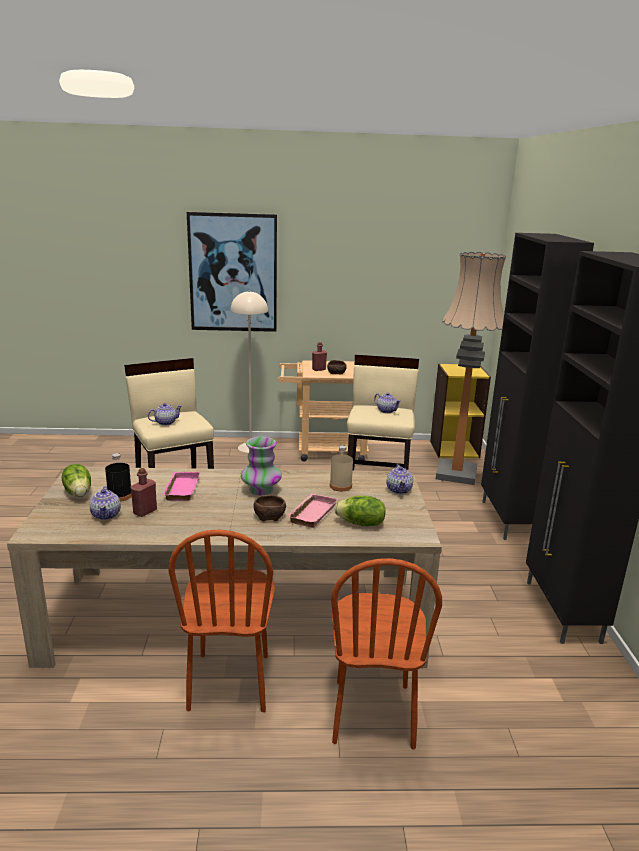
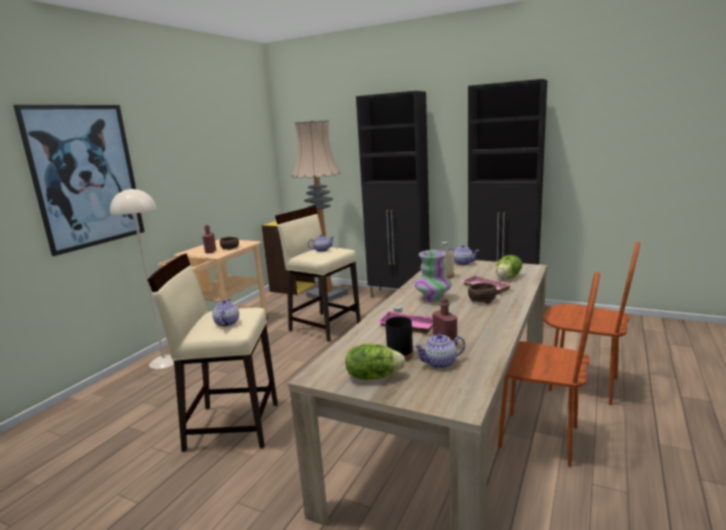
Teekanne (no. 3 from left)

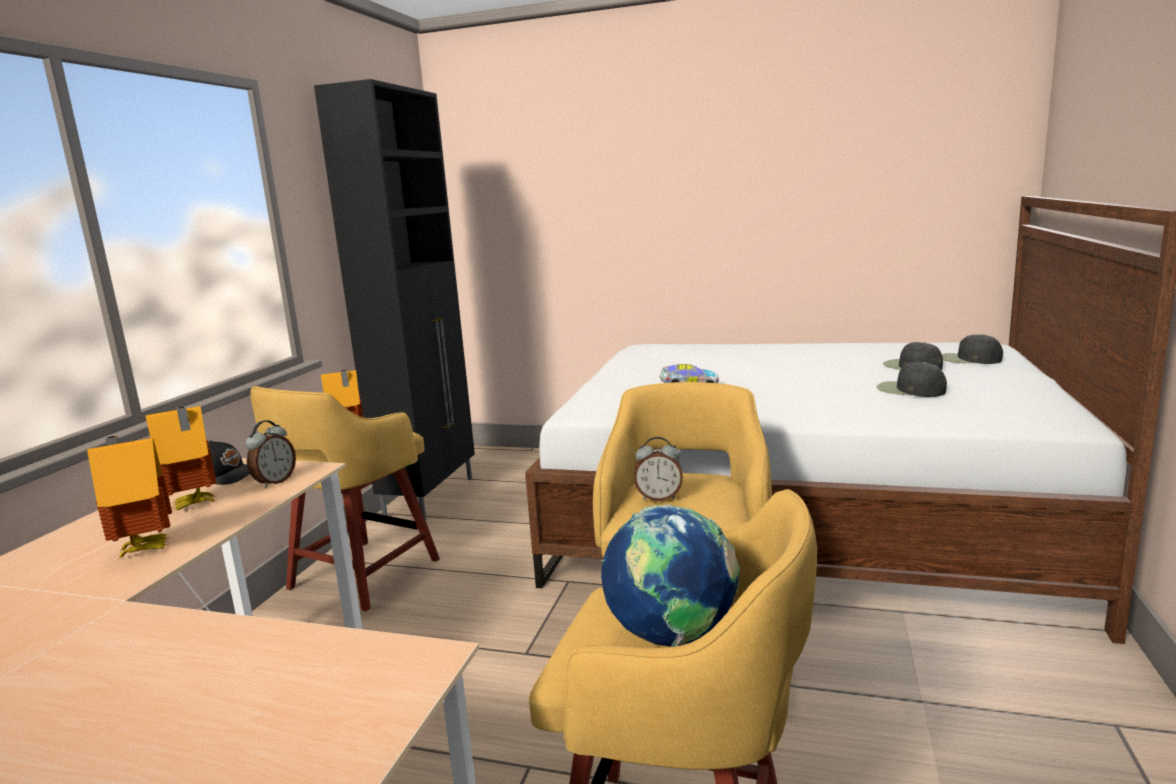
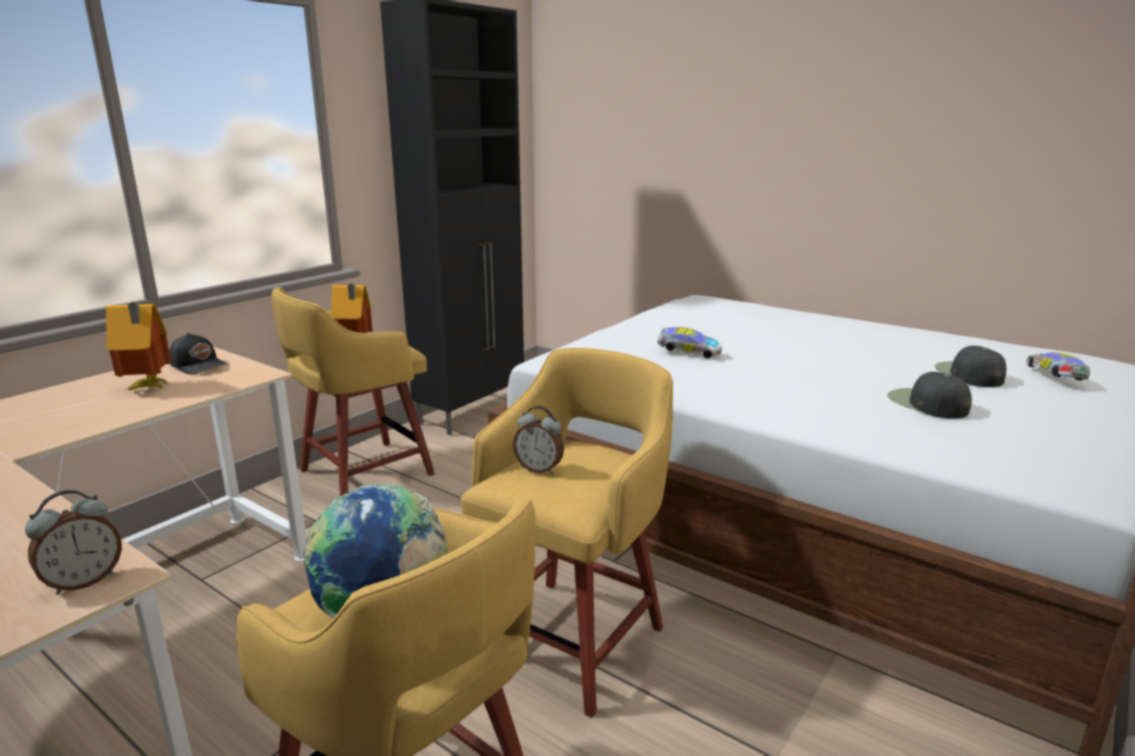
Spielzeughaus (no. 1 from left in the first image)
Wecker (no. 1 from left)
Spielzeugauto (no. 2 from left)

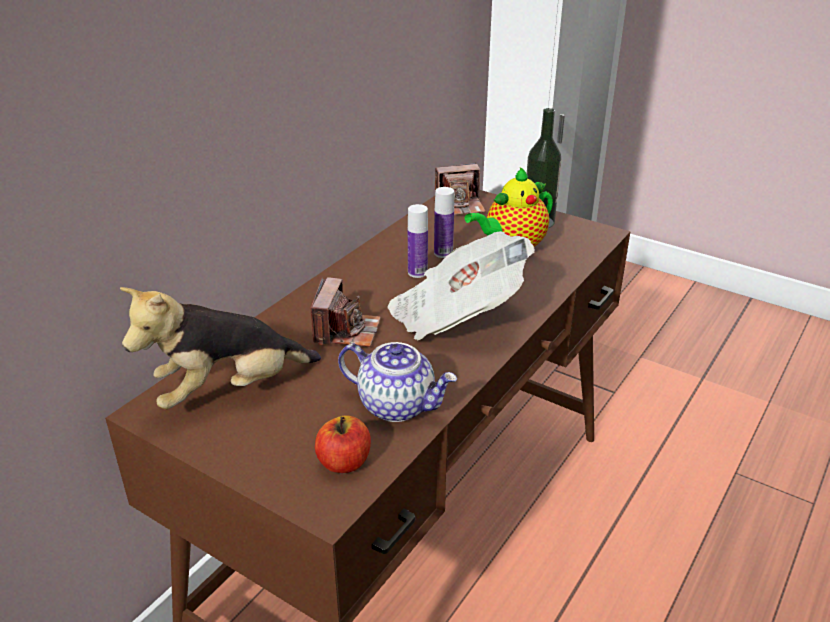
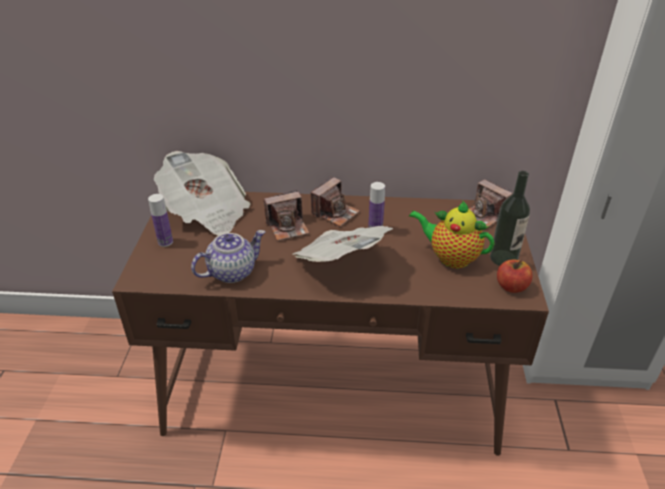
Zeitung (no. 1 from left)
Apfel
Teekanne (no. 1 from left)
Flasche (no. 1 from left)
Kamera (no. 2 from left)

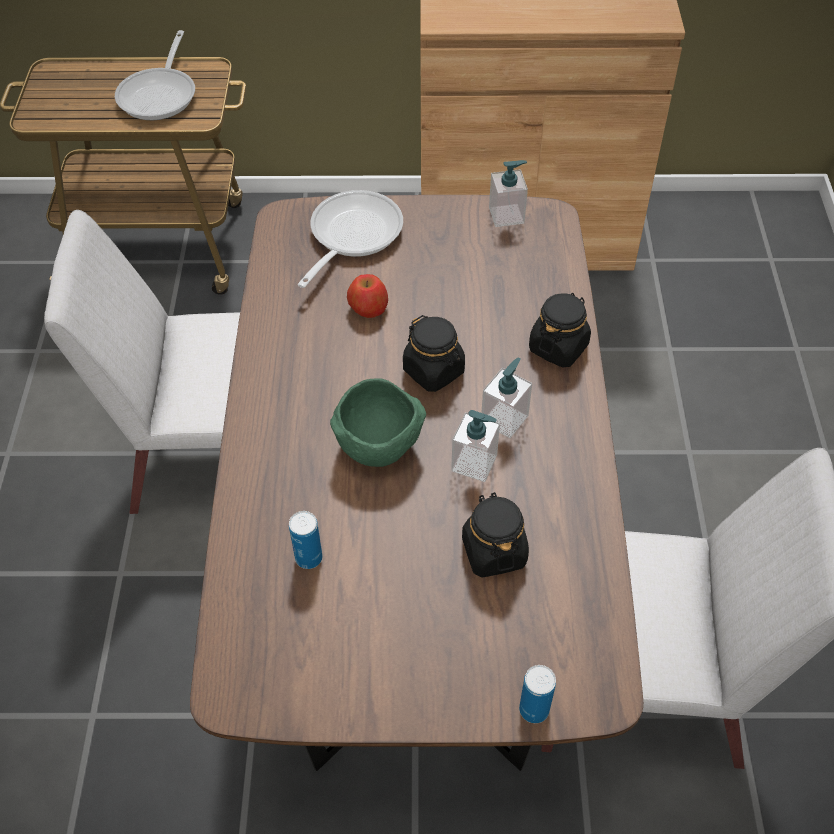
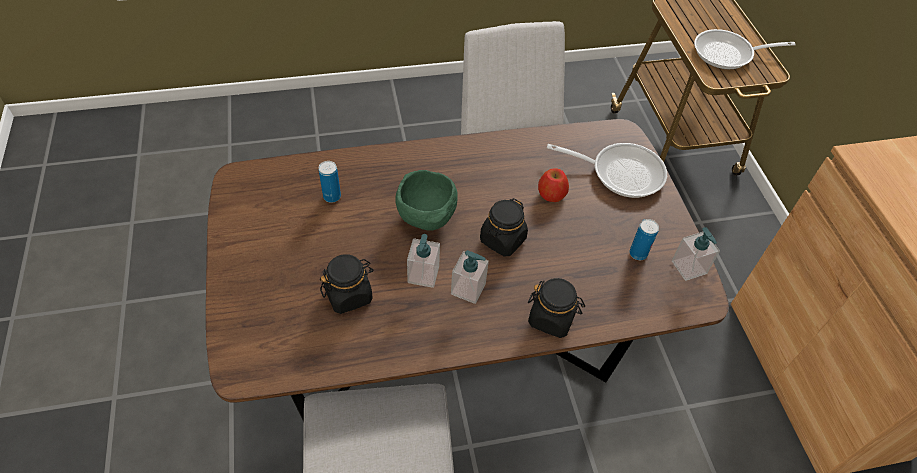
Dose (no. 2 from left)

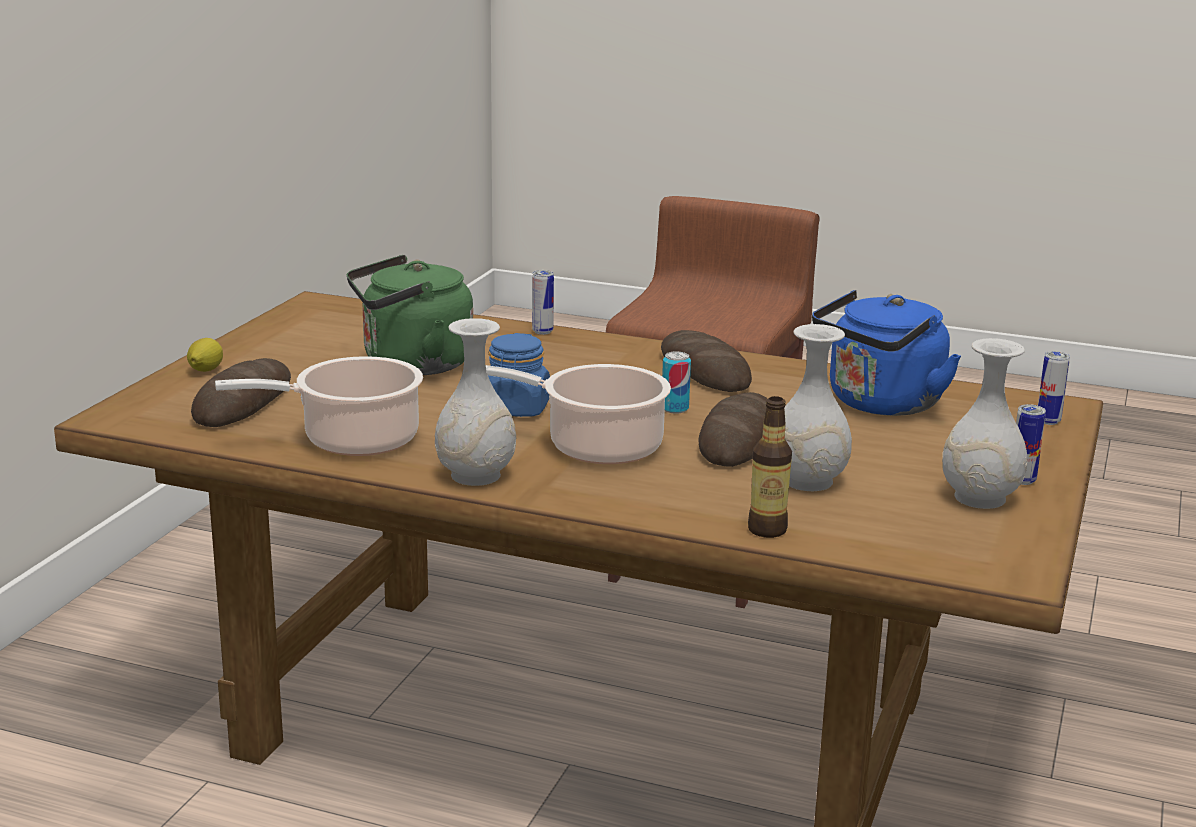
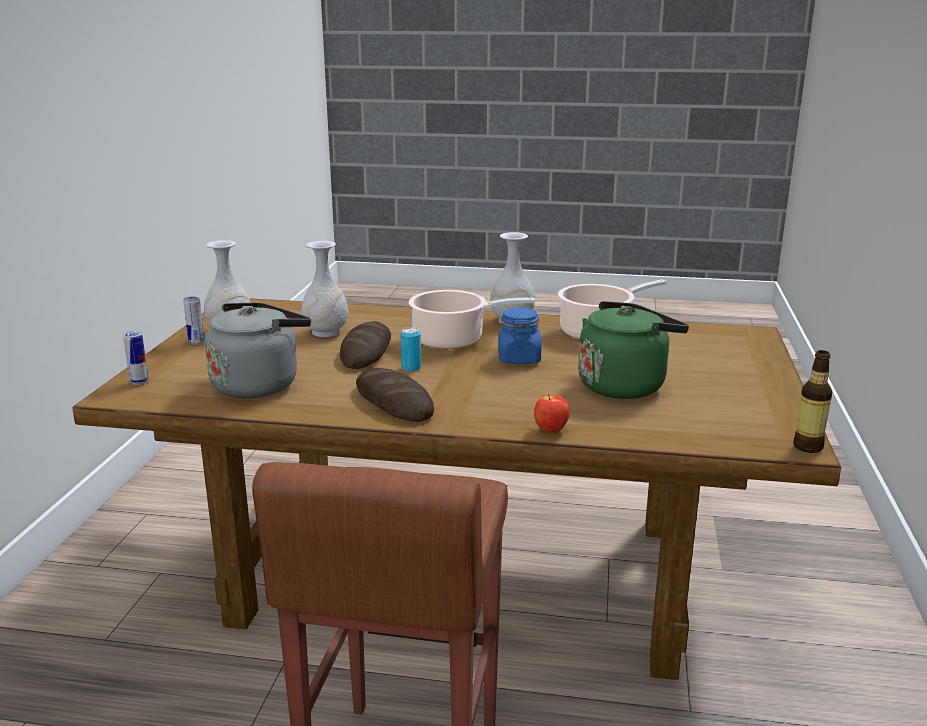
Zitrone
Brot (no. 1 from left in the first image)
Apfel
Flasche
Wasserkessel/grau

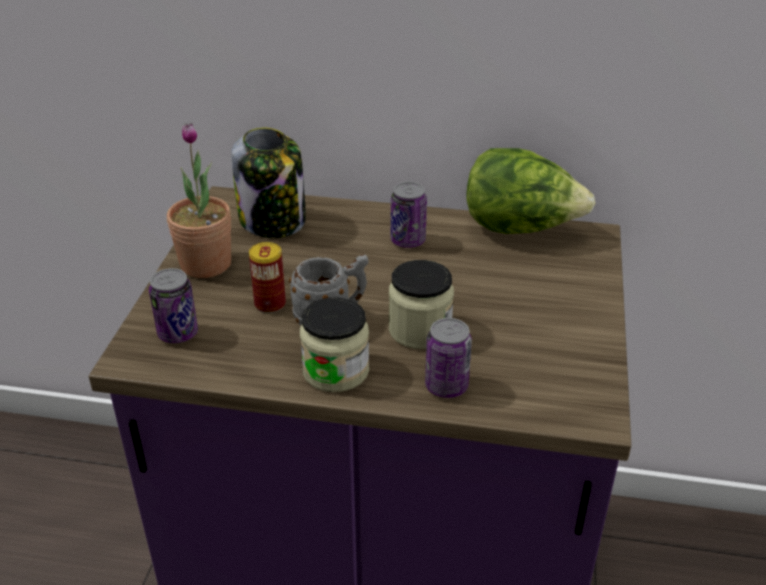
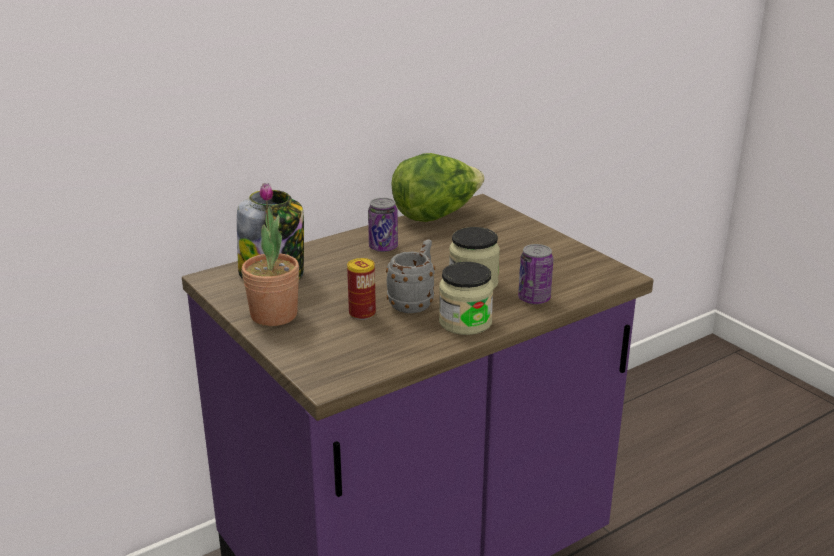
Dose (no. 1 from left in the first image)

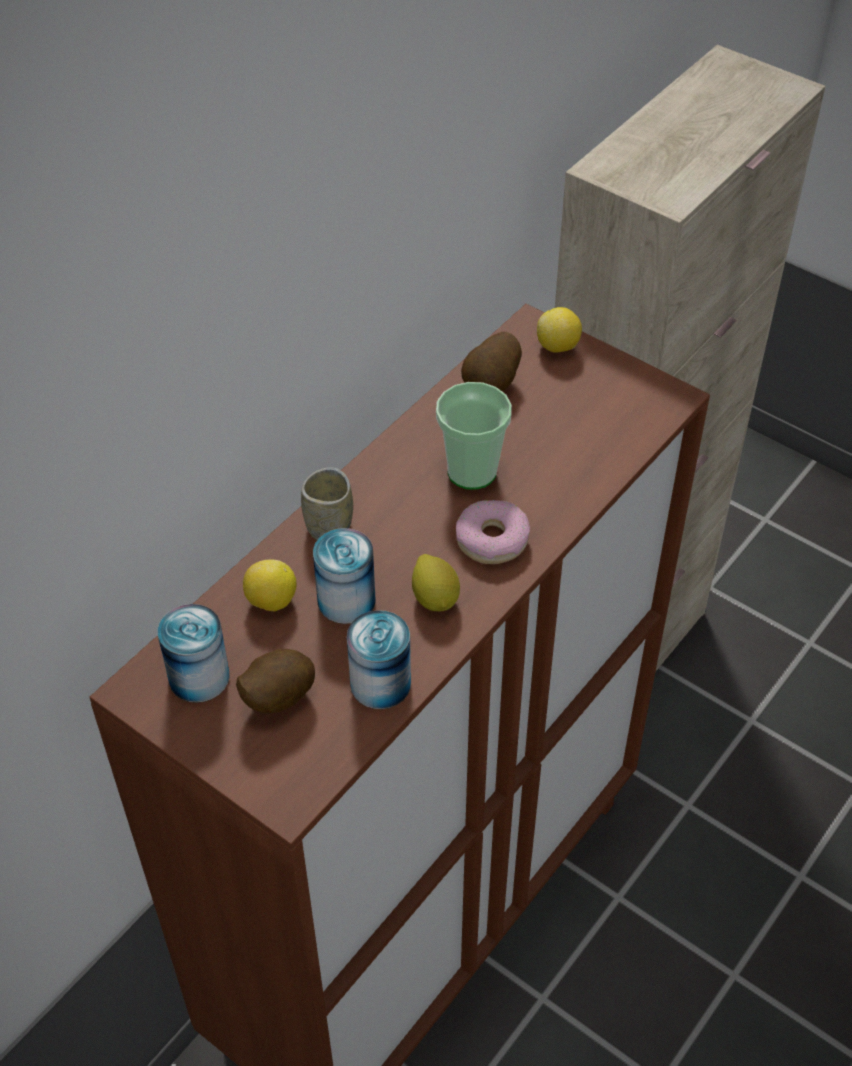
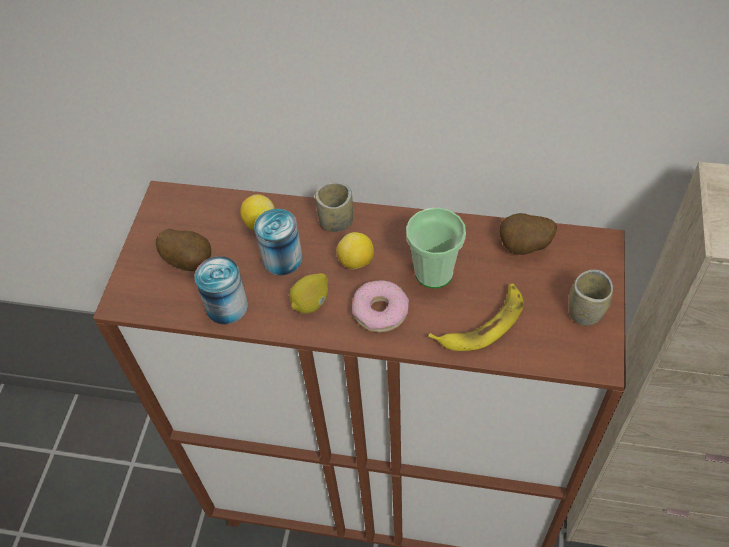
Dose (no. 1 from left in the first image)
Zitrone (no. 3 from left)
Banane
Tasse (no. 3 from left)

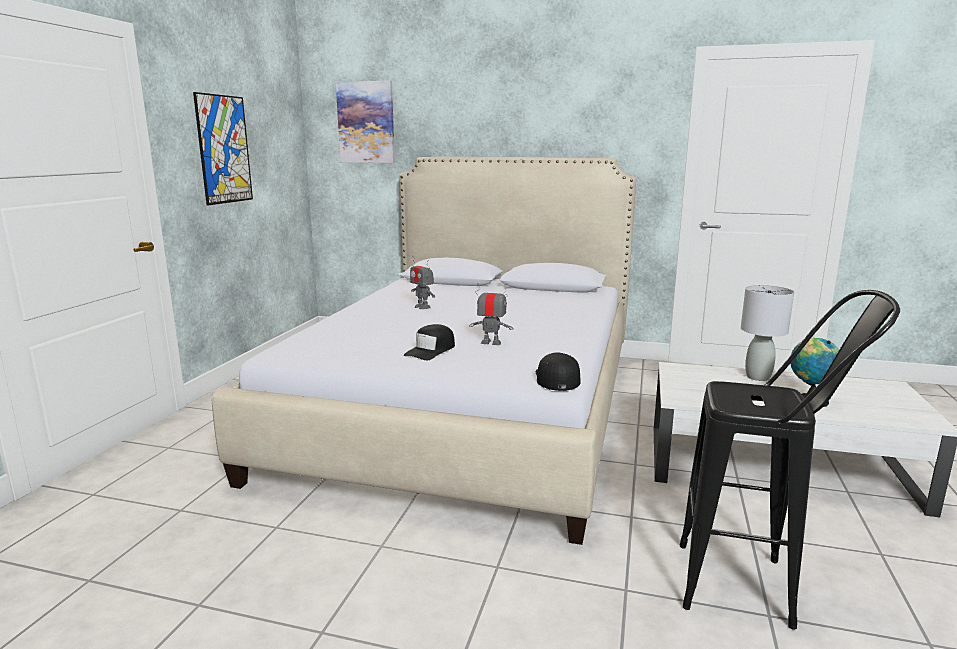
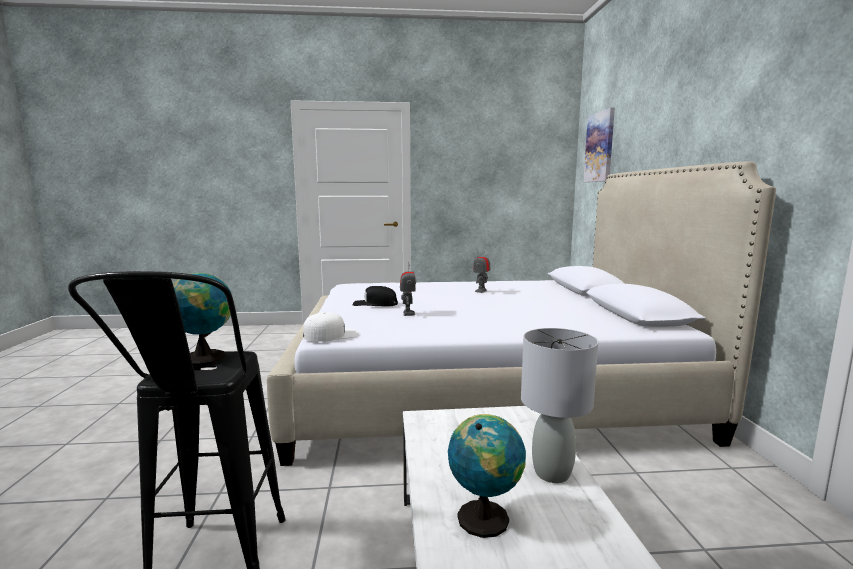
Bild (no. 1 from left in the first image)
Kappe/weiß
Globus (no. 1 from left)

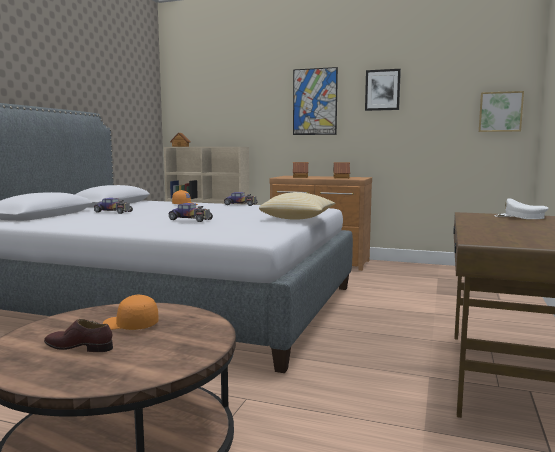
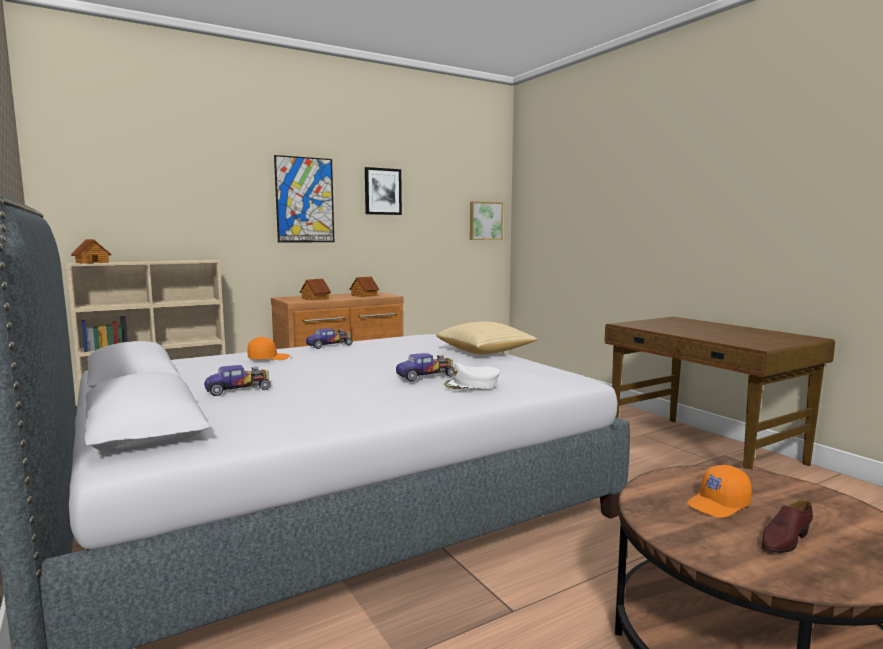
Kappe/weiß

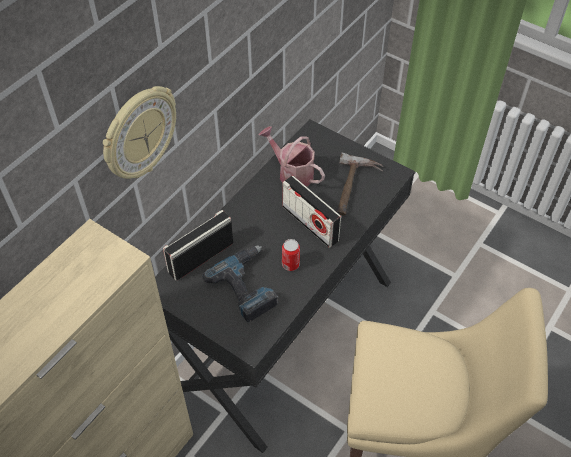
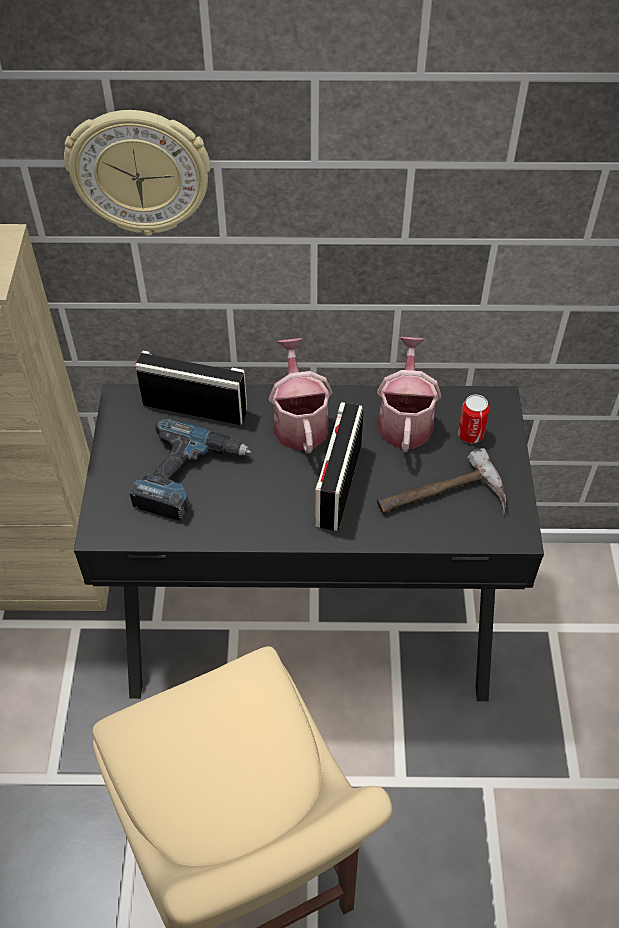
Dose
Gießkanne (no. 1 from left)

